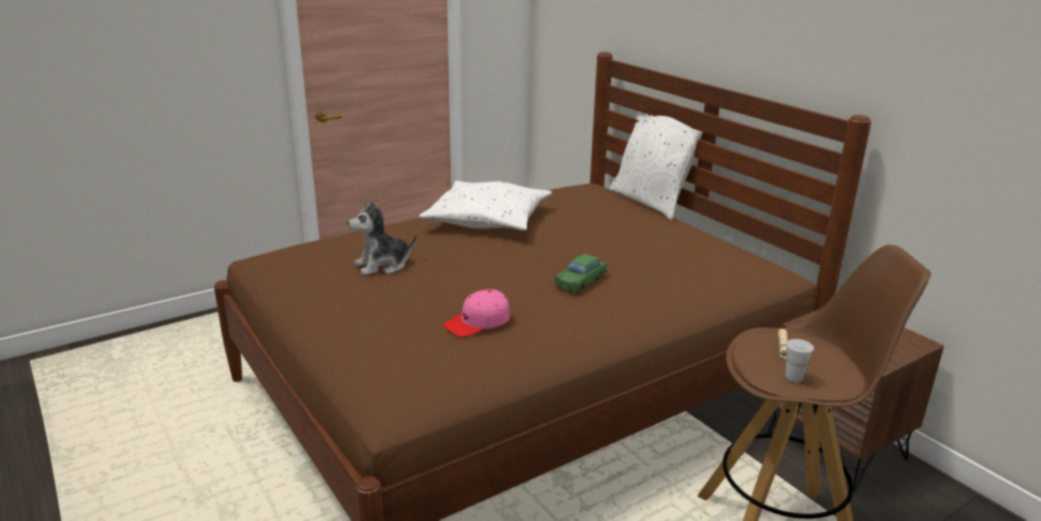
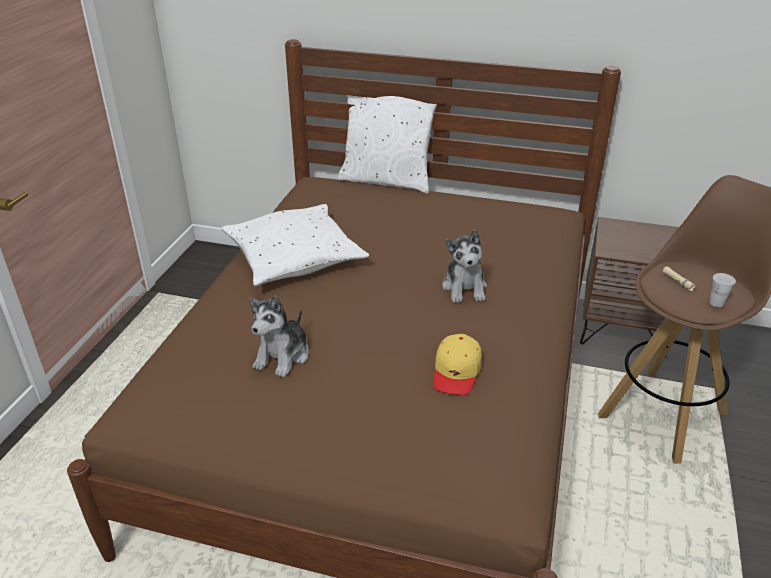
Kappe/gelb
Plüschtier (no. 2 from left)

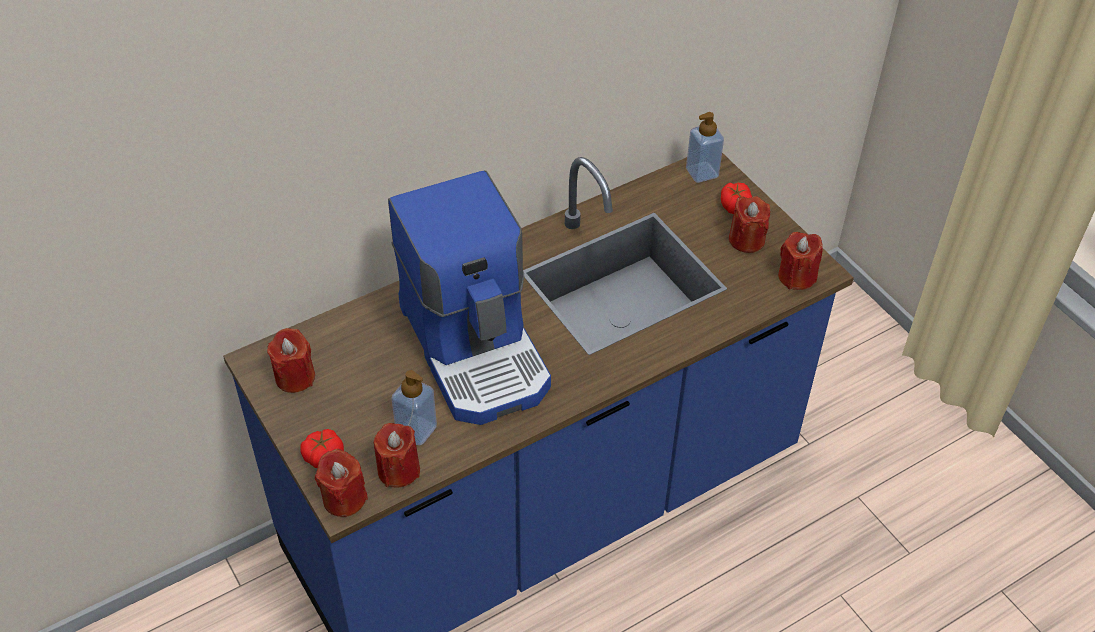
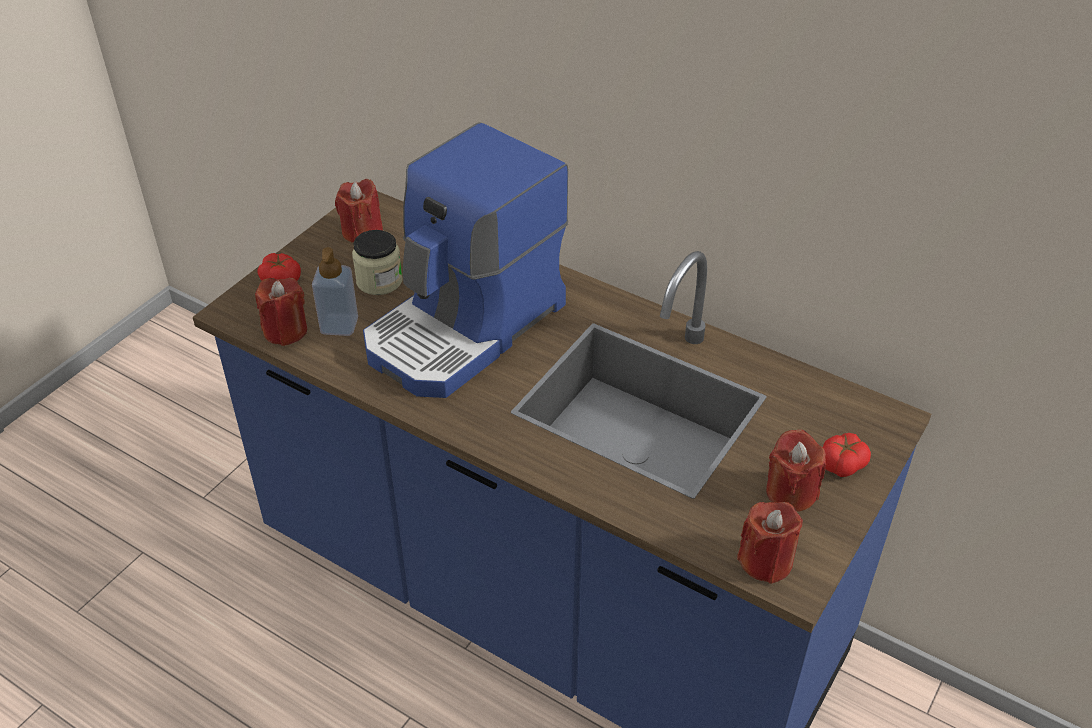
Kerze/rot (no. 2 from left in the first image)
Seifenspender (no. 2 from left in the first image)
Vorratsglas

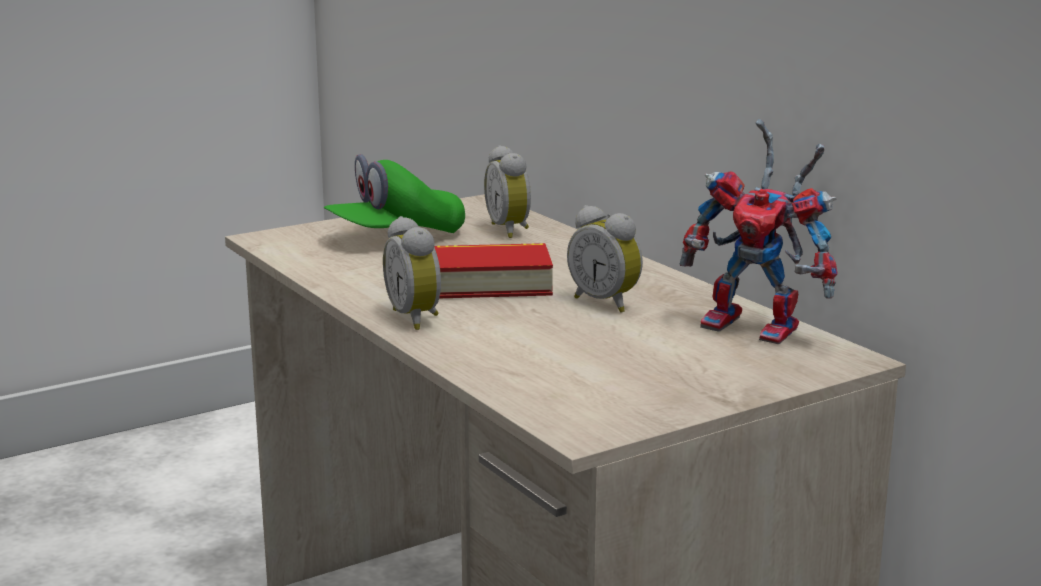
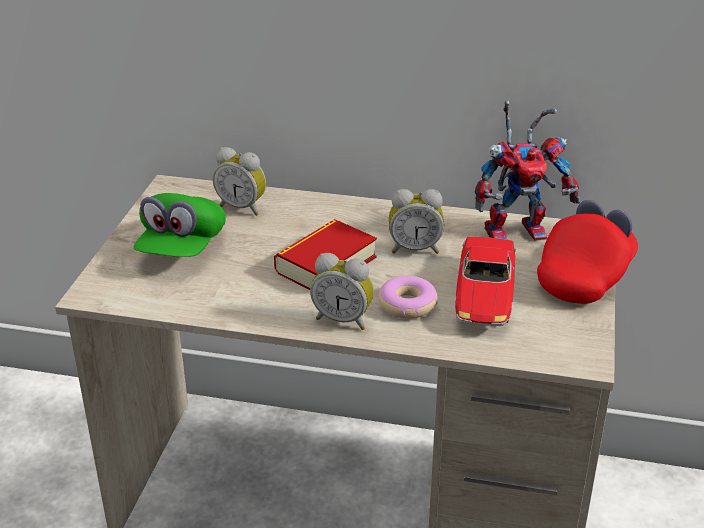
Donut
Spielzeugauto
Kappe/rot

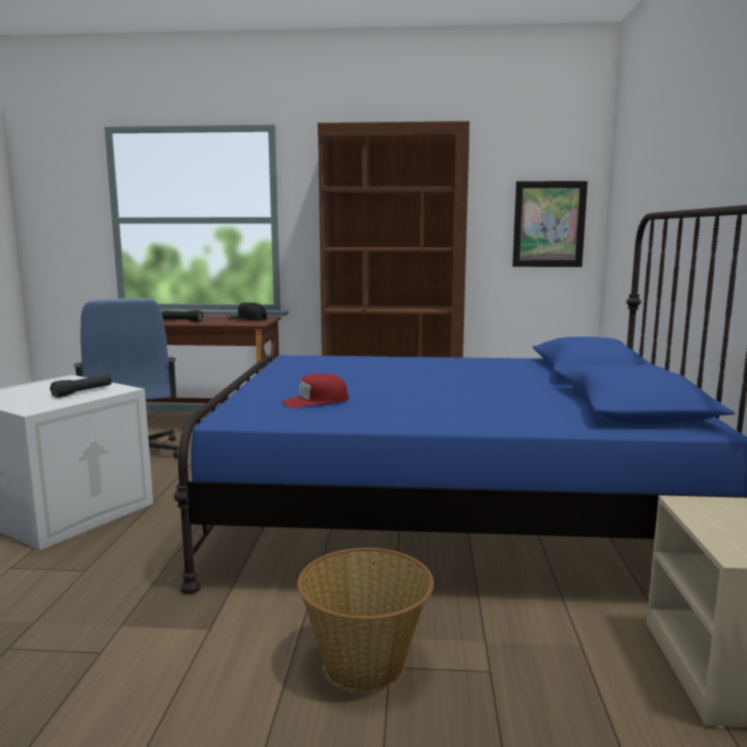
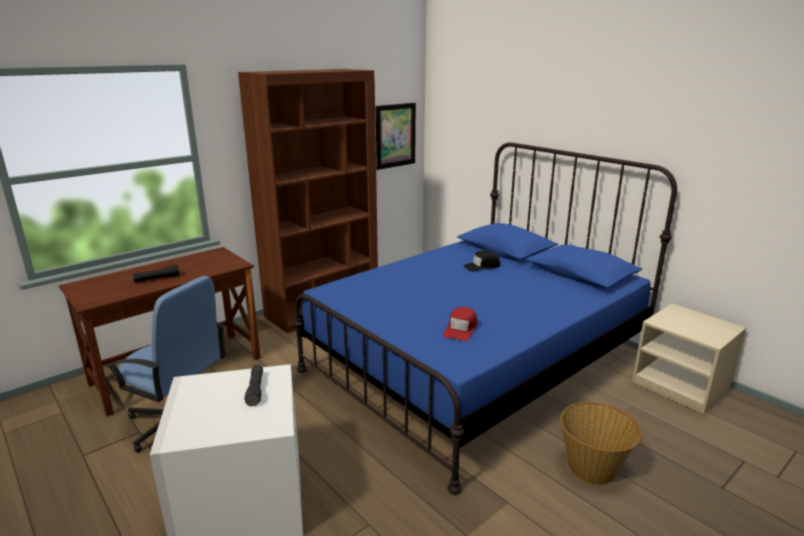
Kappe/schwarz

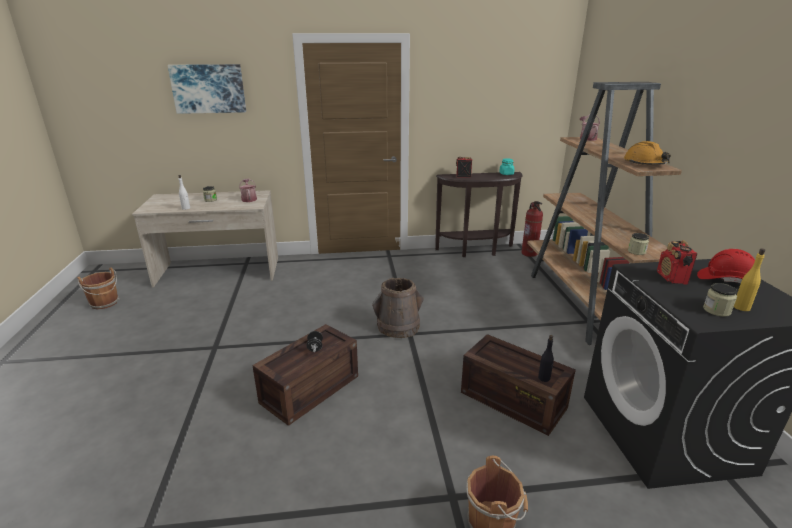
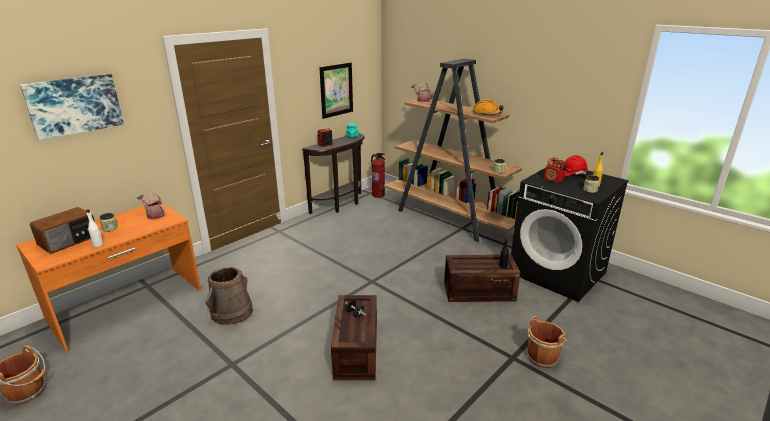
Schreibtisch/orange
Eimer/braun (no. 2 from left)
Radio (no. 1 from left)
Bild (no. 2 from left)

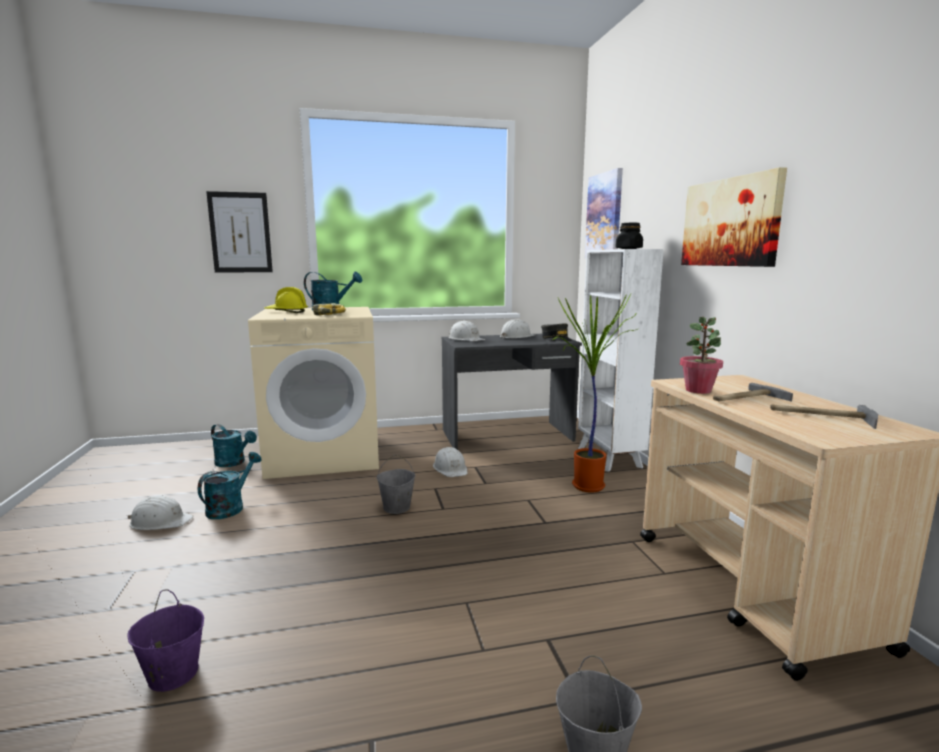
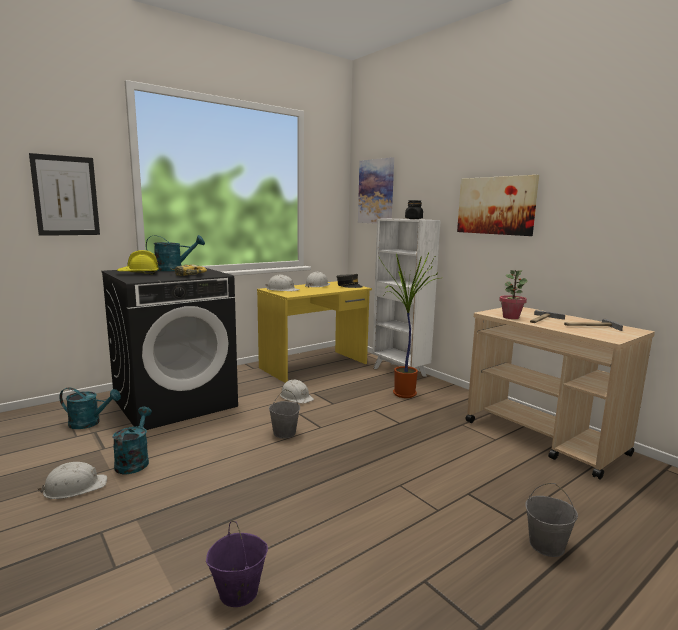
Waschmaschine/schwarz
Schreibtisch/gelb

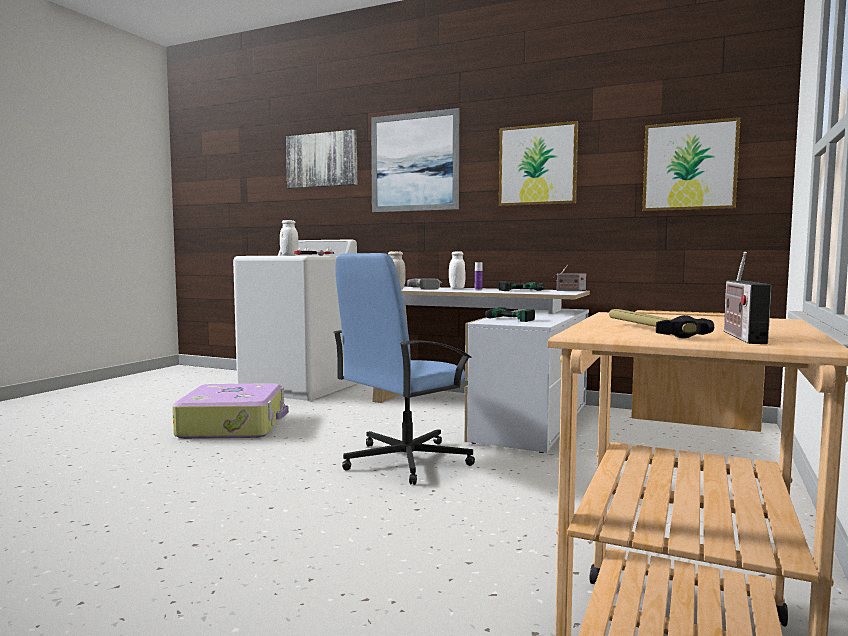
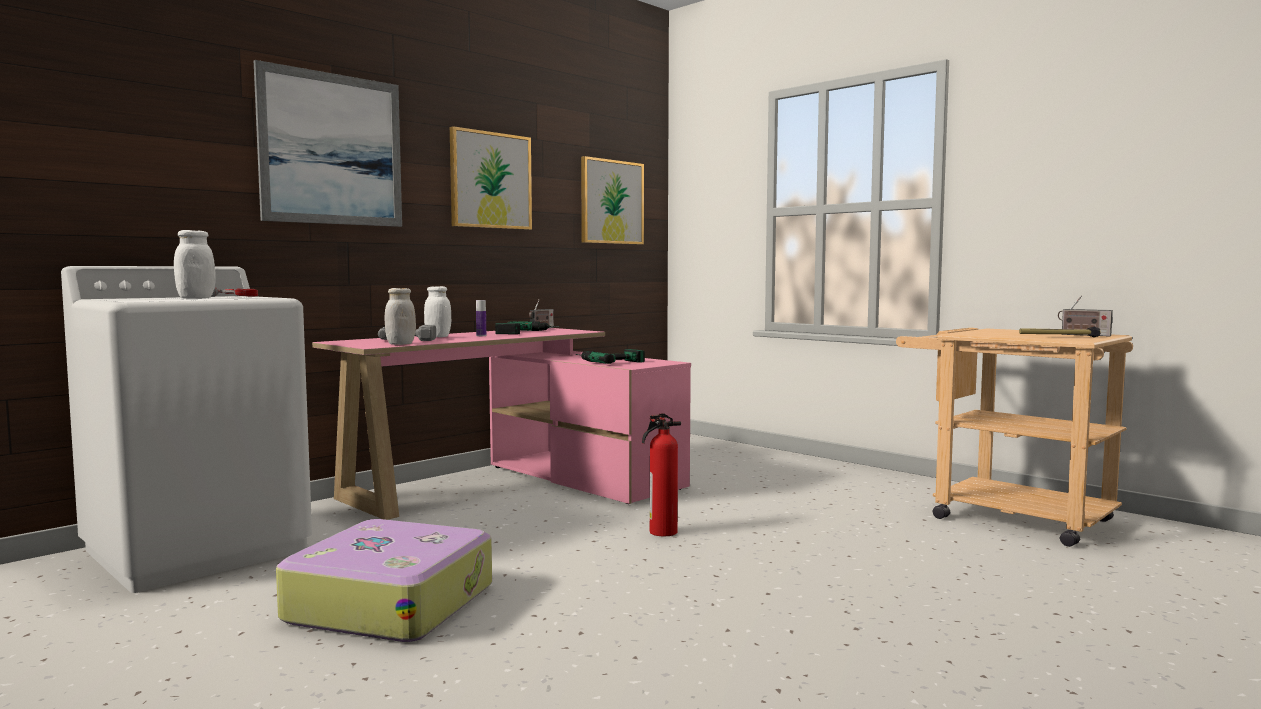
Bild (no. 1 from left in the first image)
Feuerlöscher
Schreibtisch/rosa

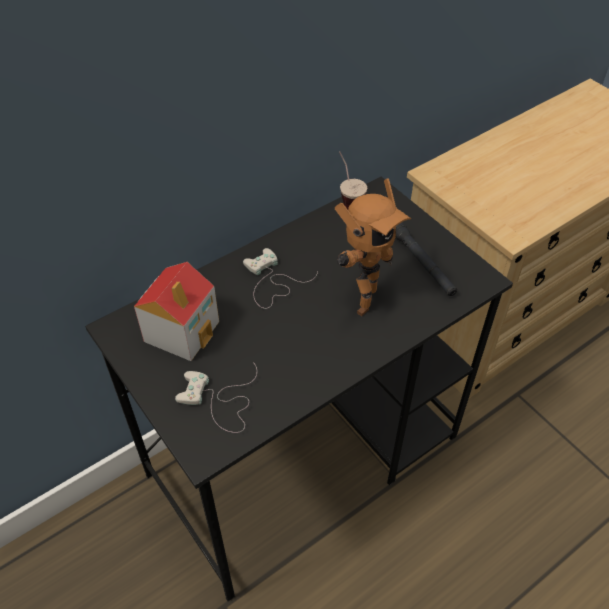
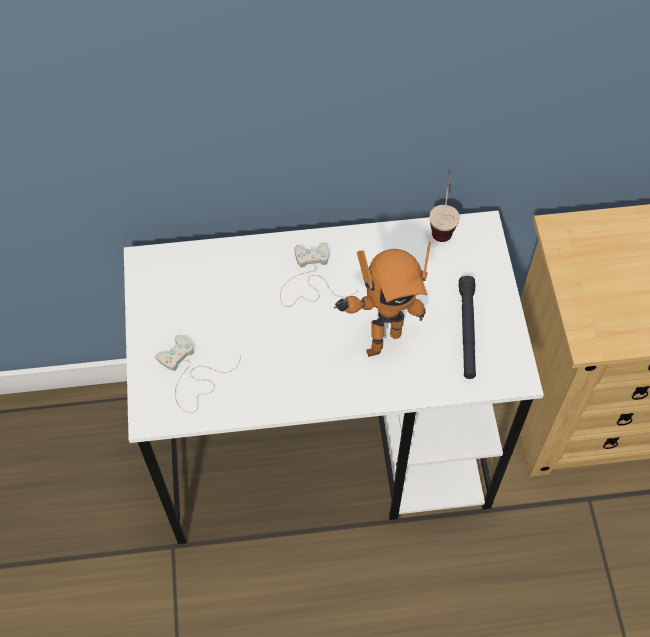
Schreibtisch/weiß
Spielzeughaus

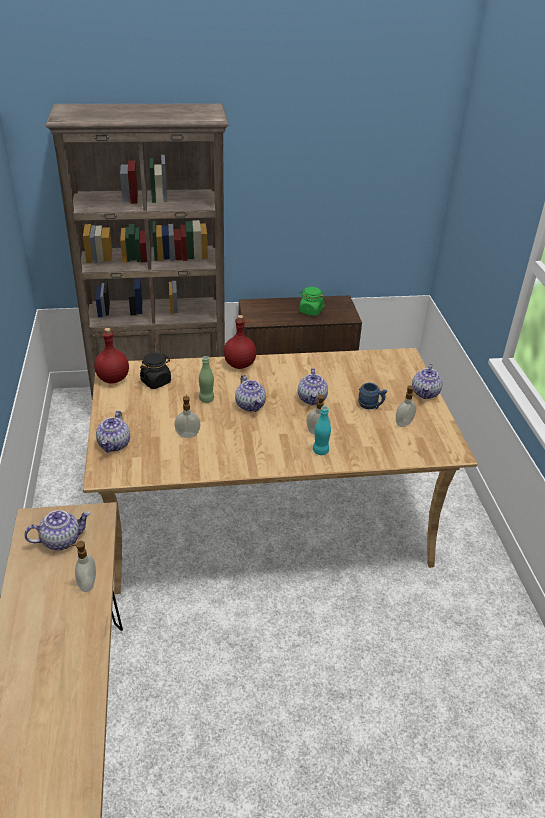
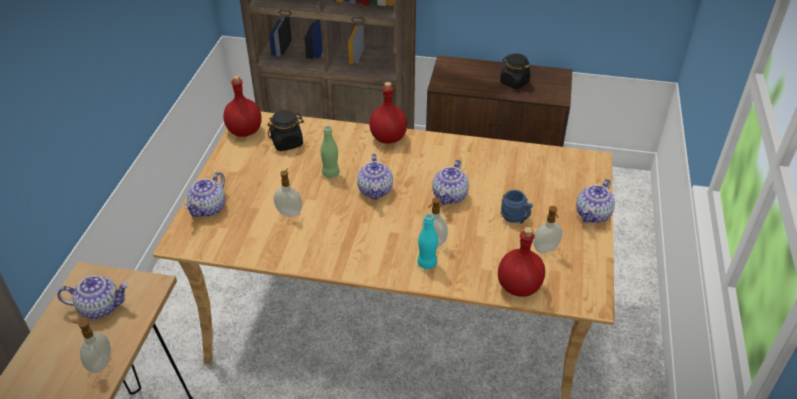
Vorratsglas/schwarz (no. 2 from left)
Flasche/rot (no. 3 from left)

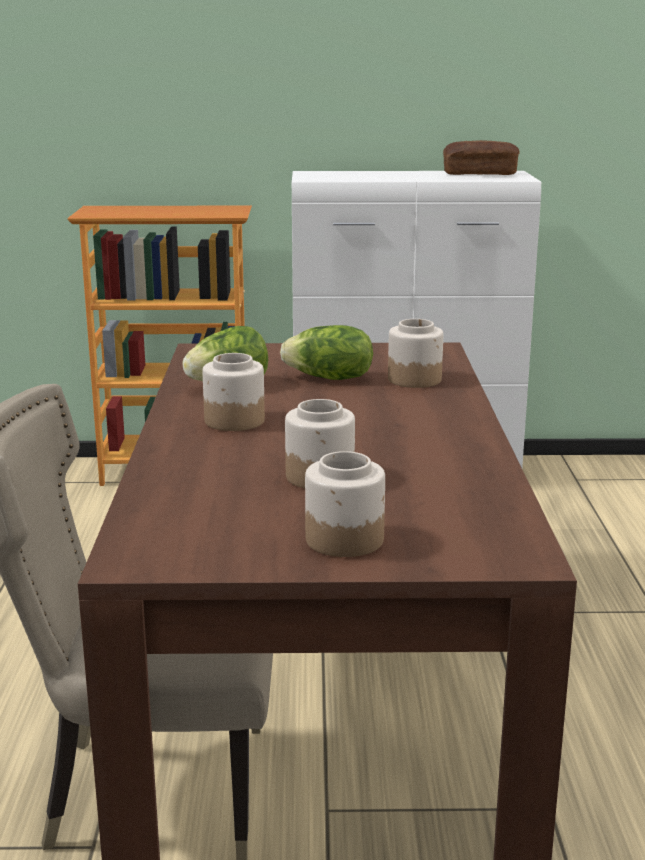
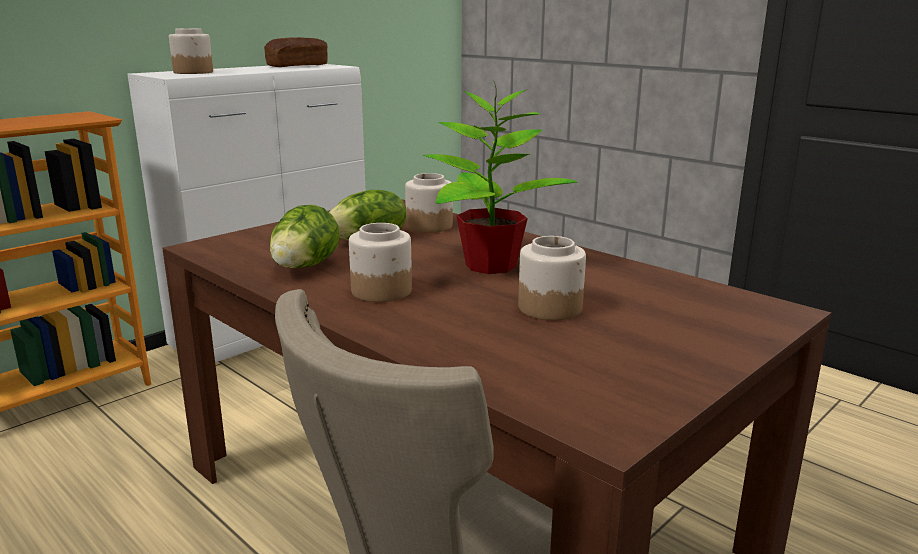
Vorratsglas (no. 1 from left)
Topfpflanze

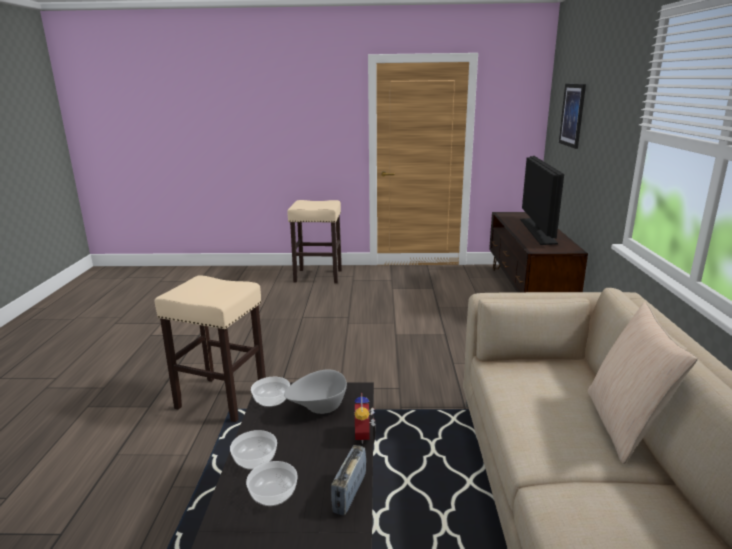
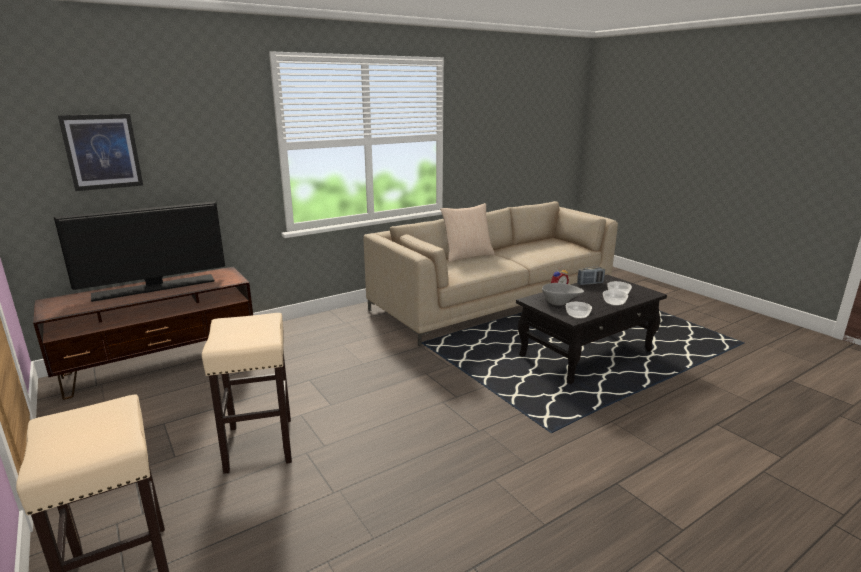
Hocker/beige (no. 2 from left)

